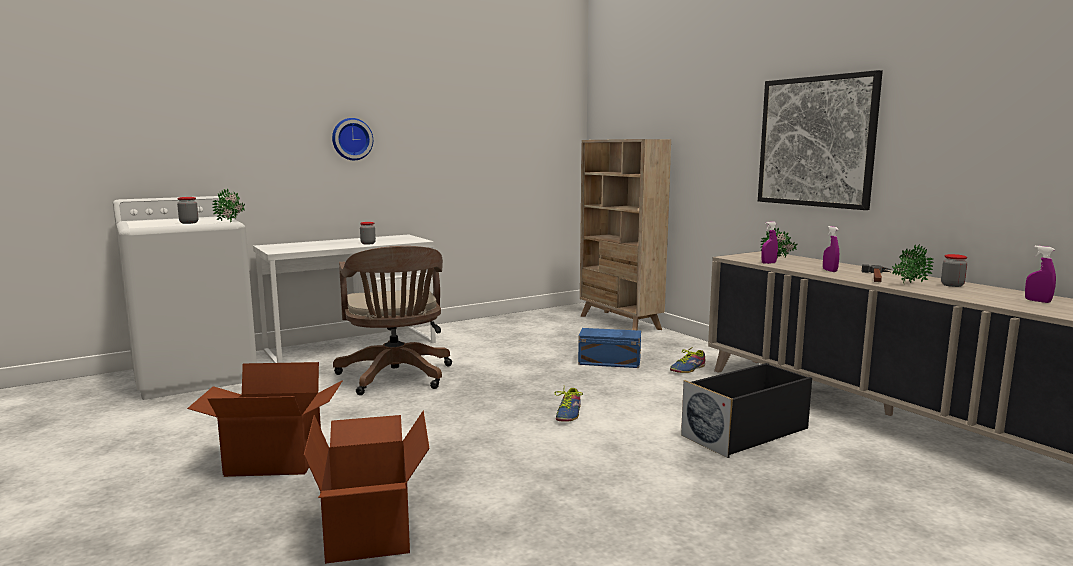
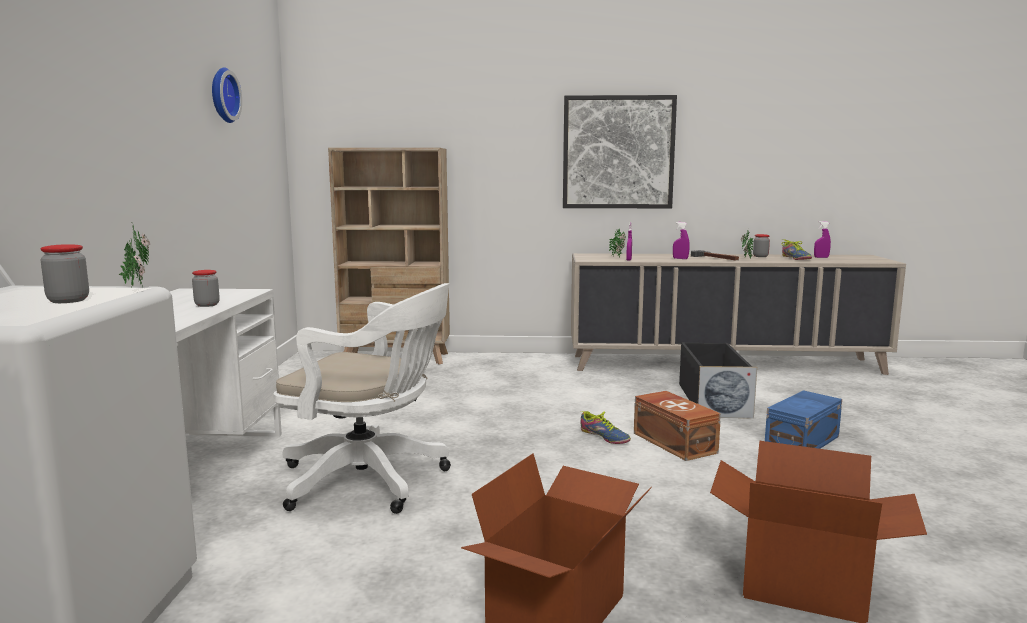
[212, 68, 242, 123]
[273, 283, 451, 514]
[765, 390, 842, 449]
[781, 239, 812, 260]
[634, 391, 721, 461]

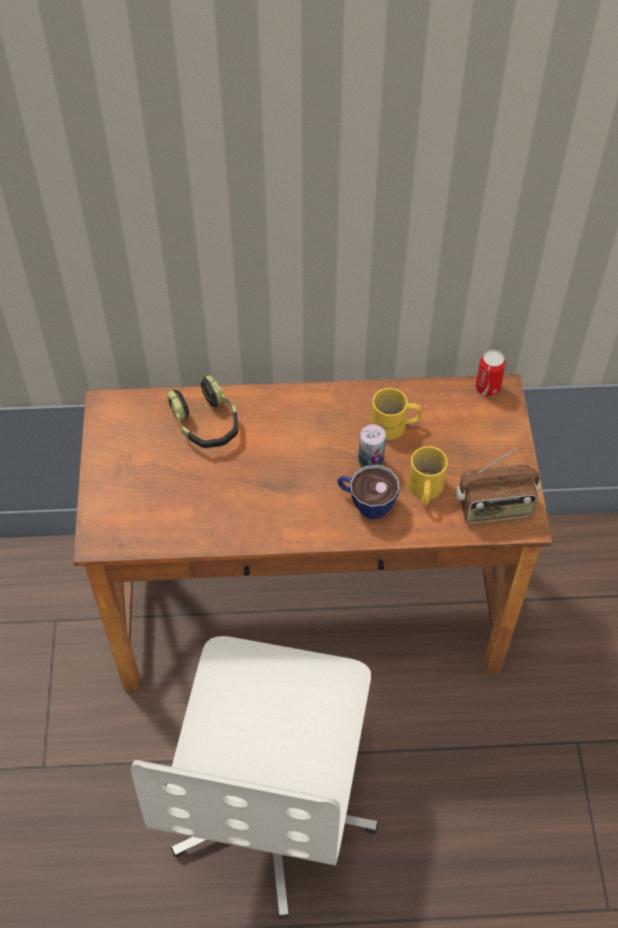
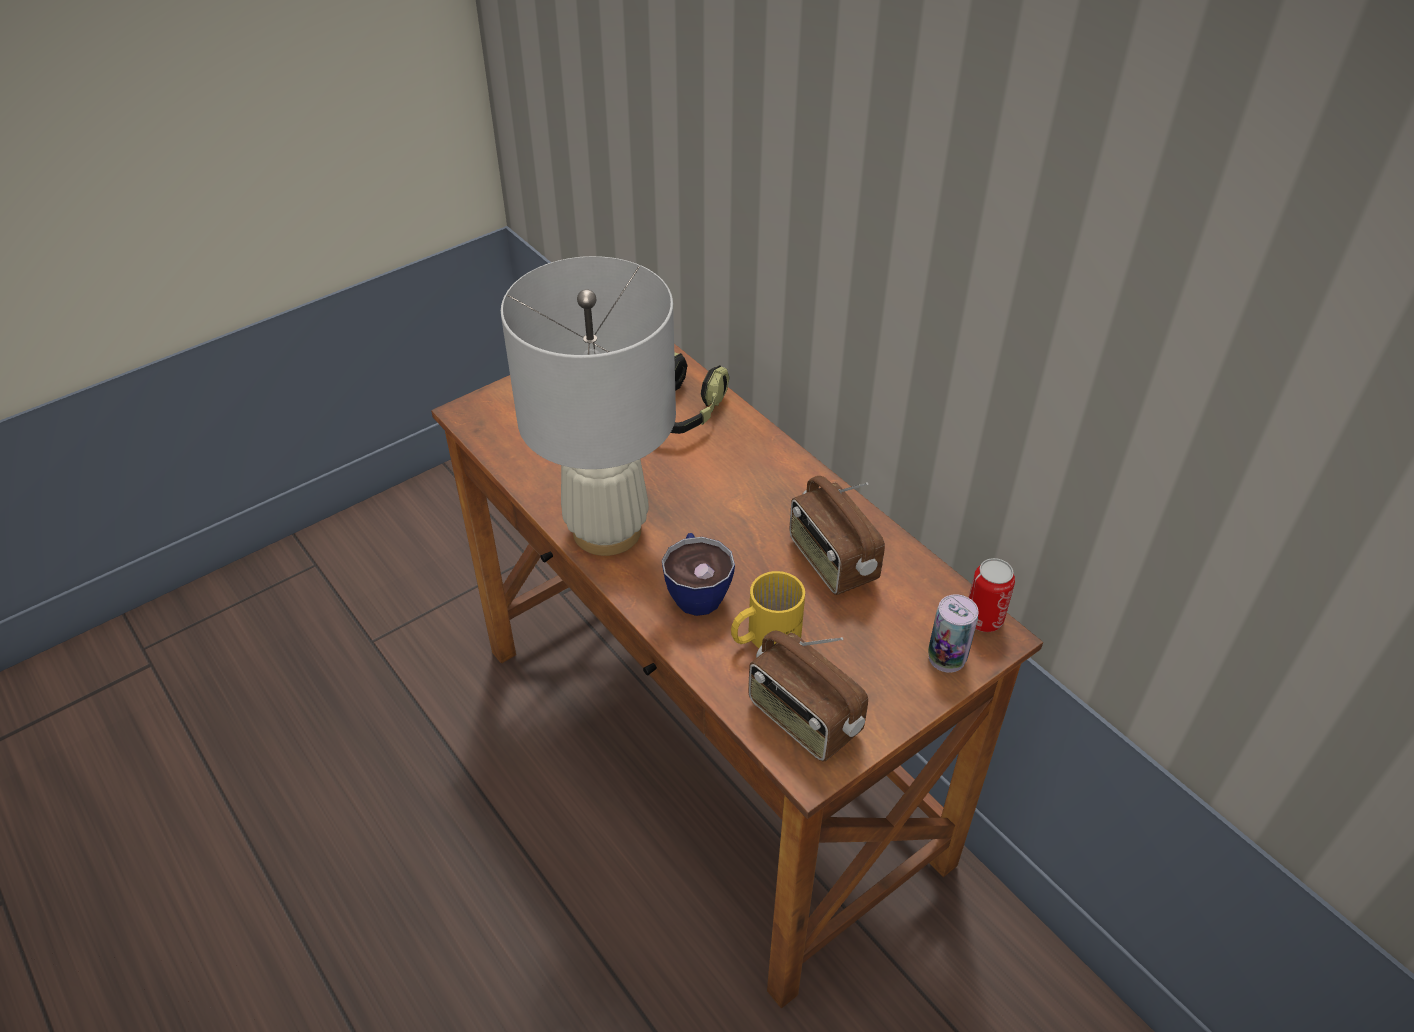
[790, 476, 885, 595]
[928, 594, 979, 673]
[131, 636, 378, 919] (first image)
[501, 256, 676, 556]

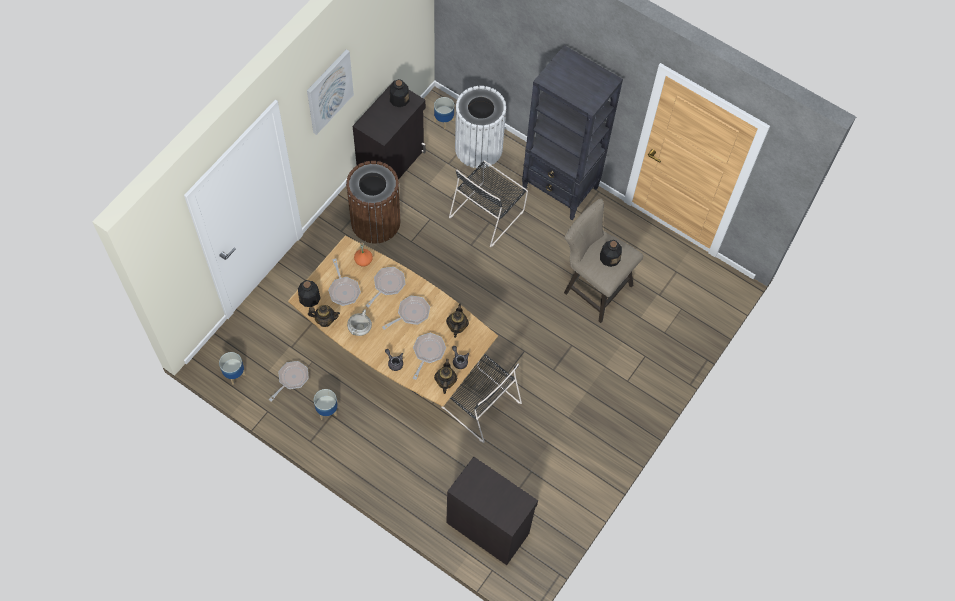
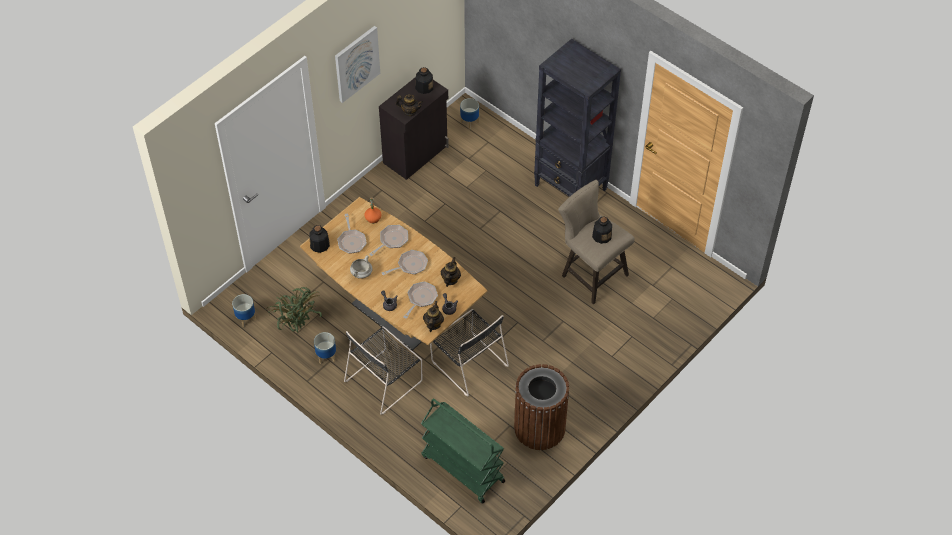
[455, 86, 507, 168] (first image)
[344, 326, 422, 415]
[514, 364, 569, 450]
[396, 94, 423, 116]
[267, 287, 322, 333]
[421, 399, 505, 504]

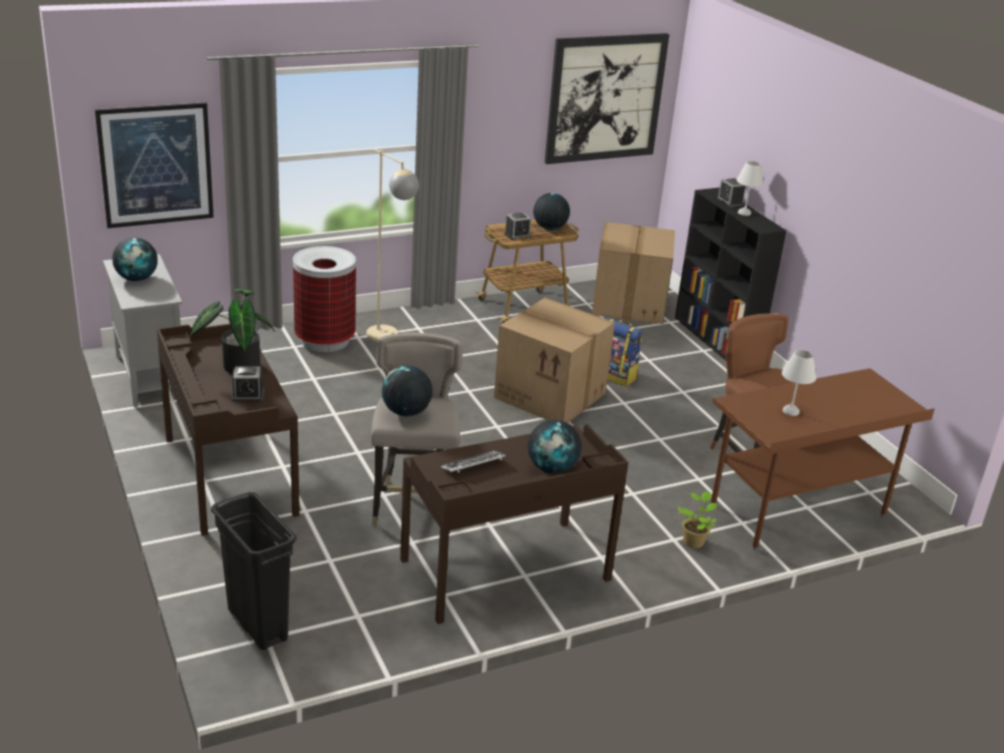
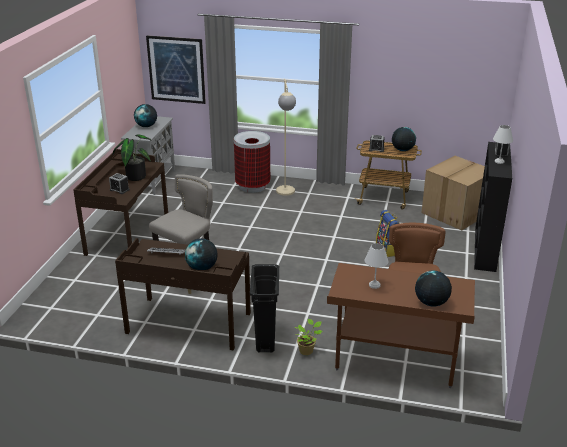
[545, 33, 669, 164] (first image)
[494, 297, 615, 423] (first image)
[415, 271, 452, 307]
[250, 264, 279, 352]

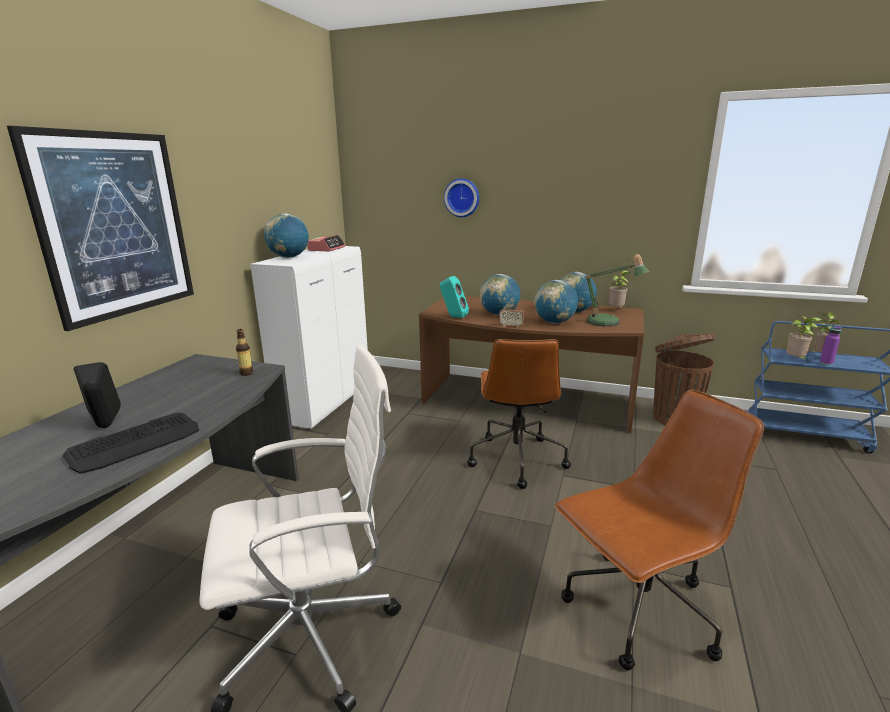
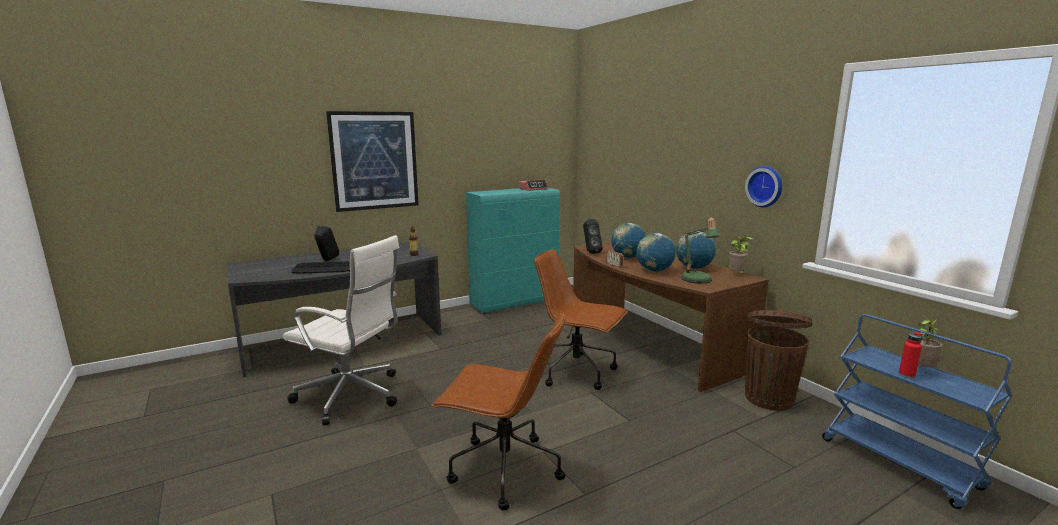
[745, 166, 782, 207]
[264, 213, 309, 258] (first image)
[466, 188, 560, 314]
[583, 219, 603, 254]
[786, 316, 822, 359] (first image)
[899, 331, 923, 378]
[534, 249, 628, 390]

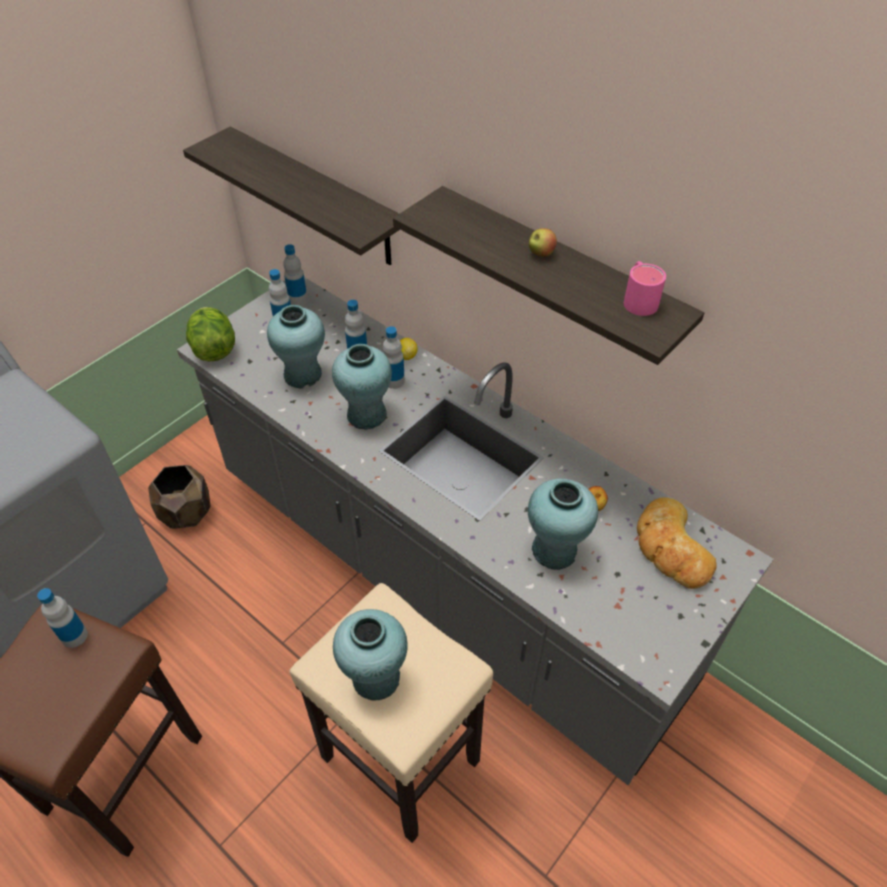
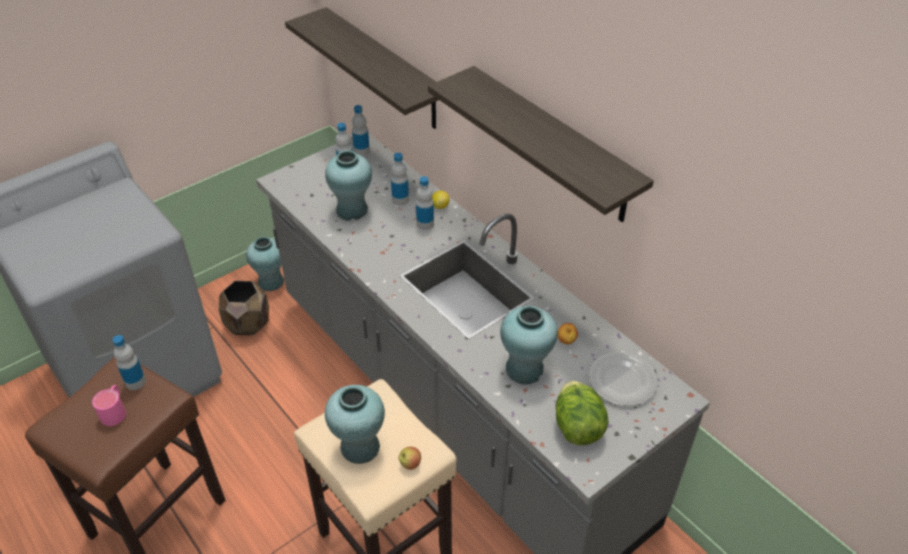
[398, 447, 421, 470]
[92, 385, 126, 426]
[556, 381, 609, 445]
[246, 236, 284, 291]
[589, 352, 658, 406]

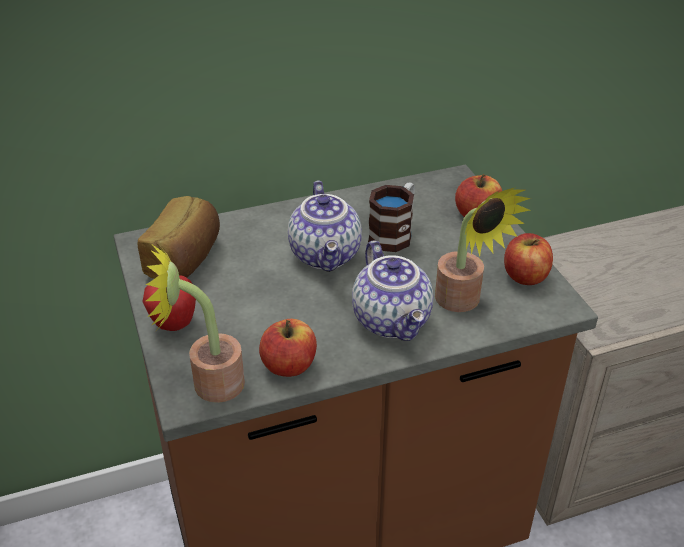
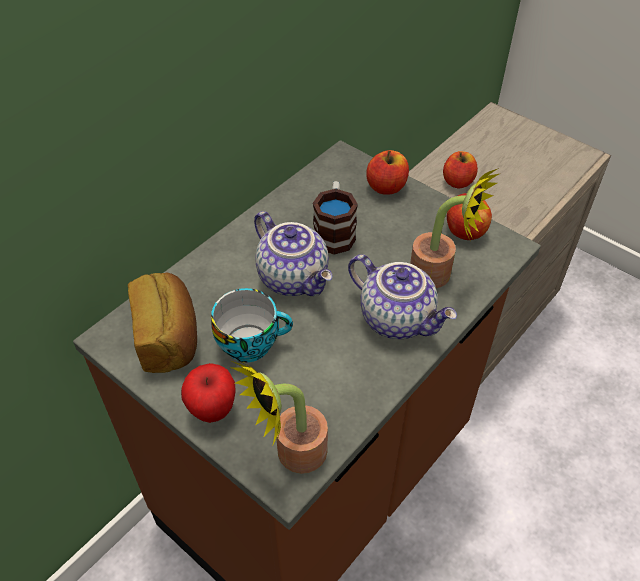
[443, 151, 478, 188]
[211, 288, 293, 363]

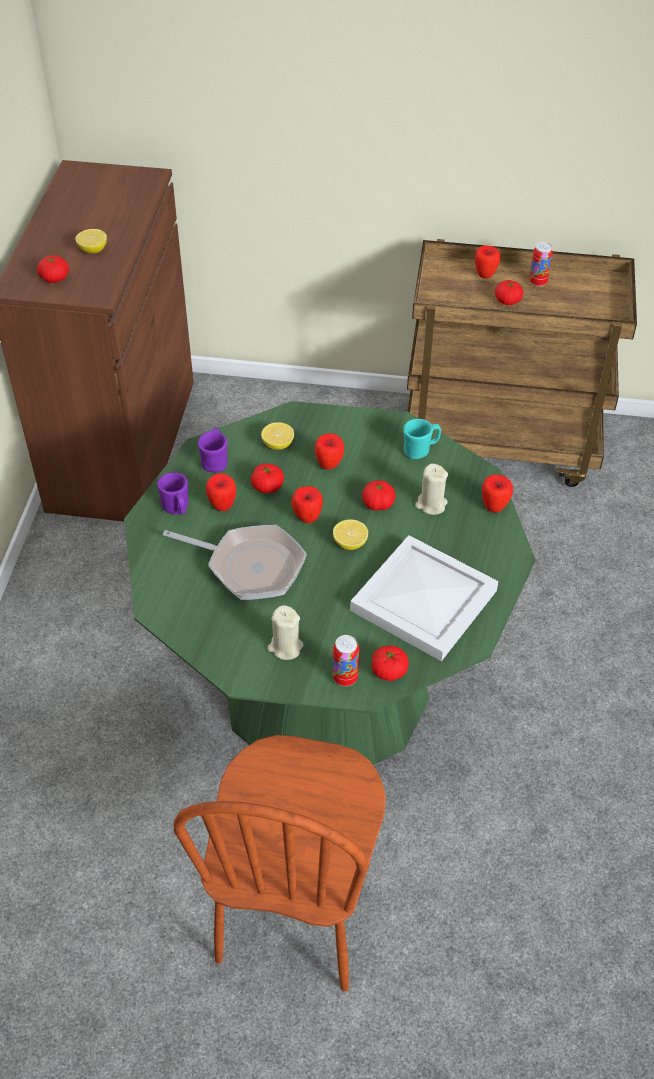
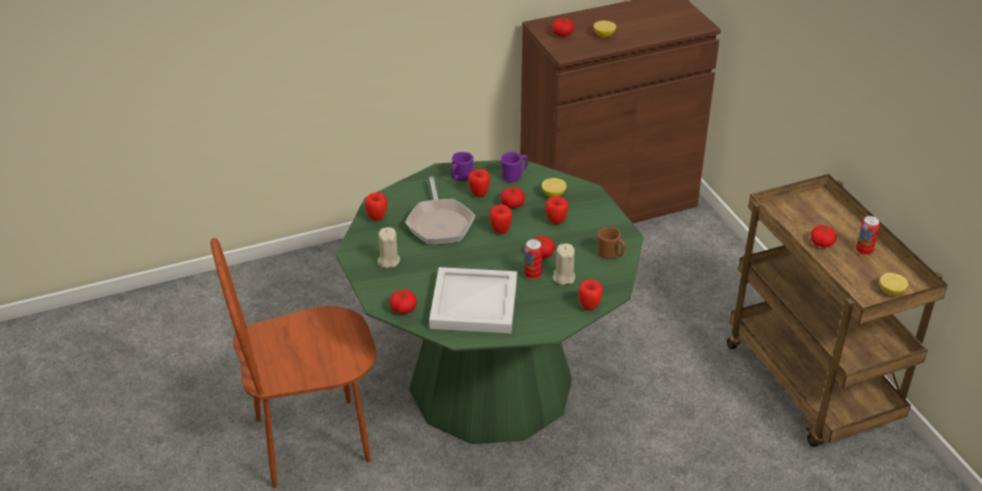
[365, 192, 387, 221]
[597, 227, 626, 259]
[880, 273, 908, 295]
[524, 239, 543, 280]

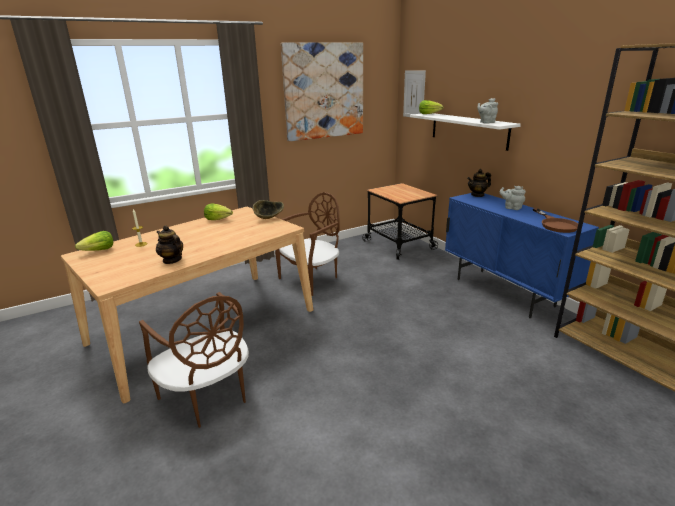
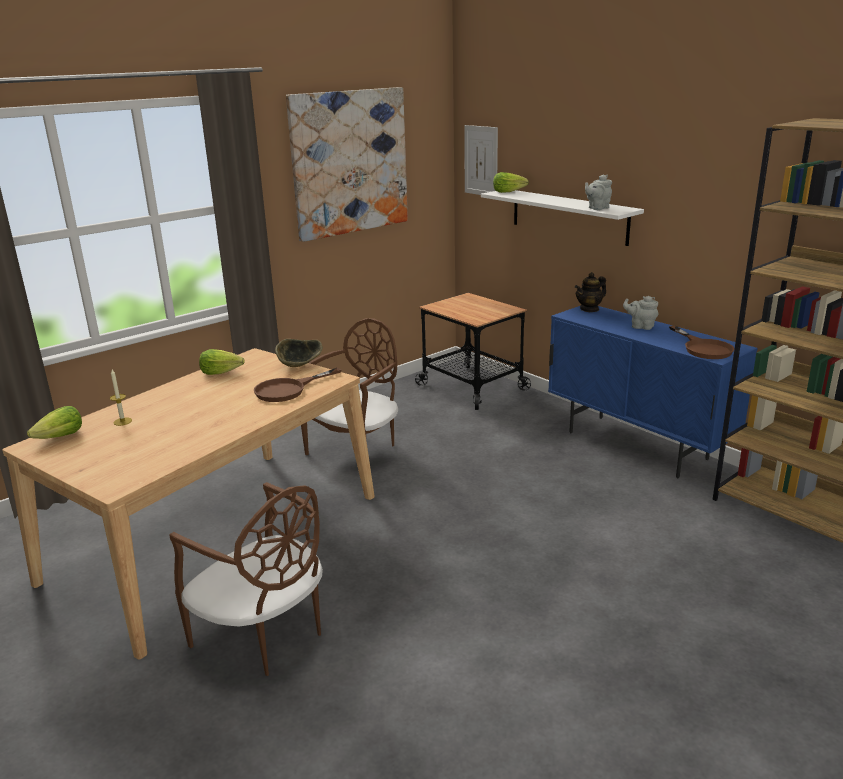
[156, 226, 183, 264] (first image)
[254, 368, 341, 402]

